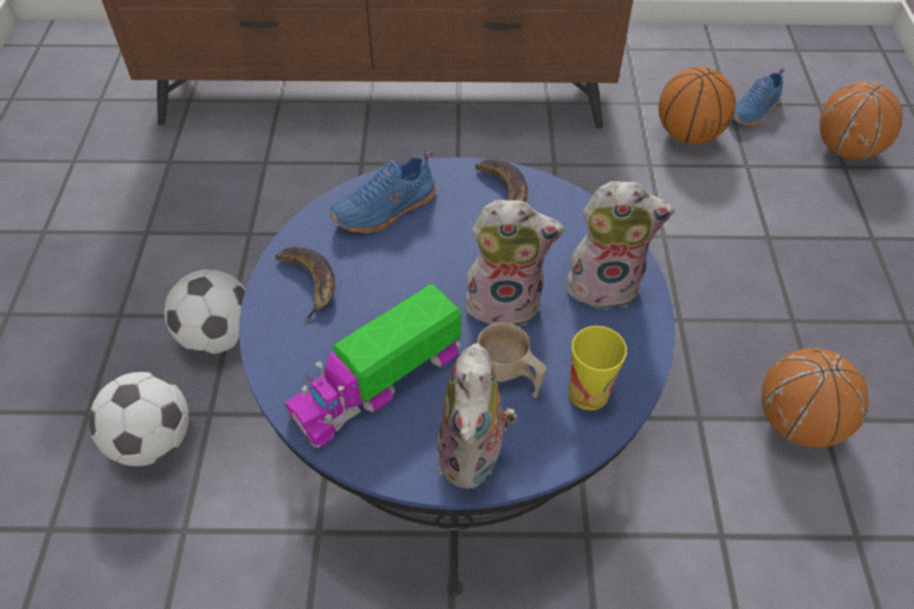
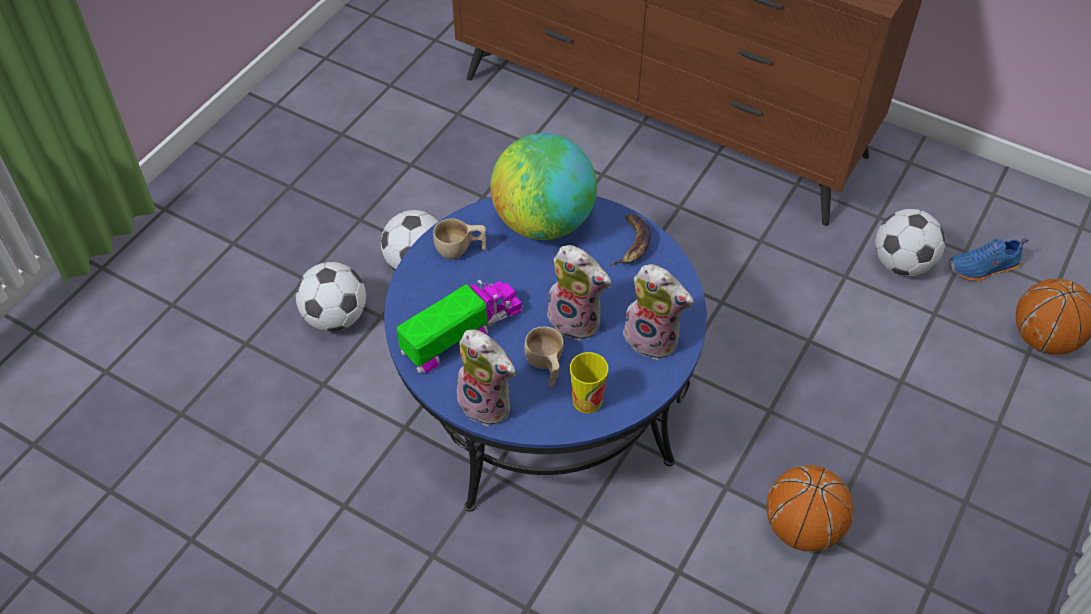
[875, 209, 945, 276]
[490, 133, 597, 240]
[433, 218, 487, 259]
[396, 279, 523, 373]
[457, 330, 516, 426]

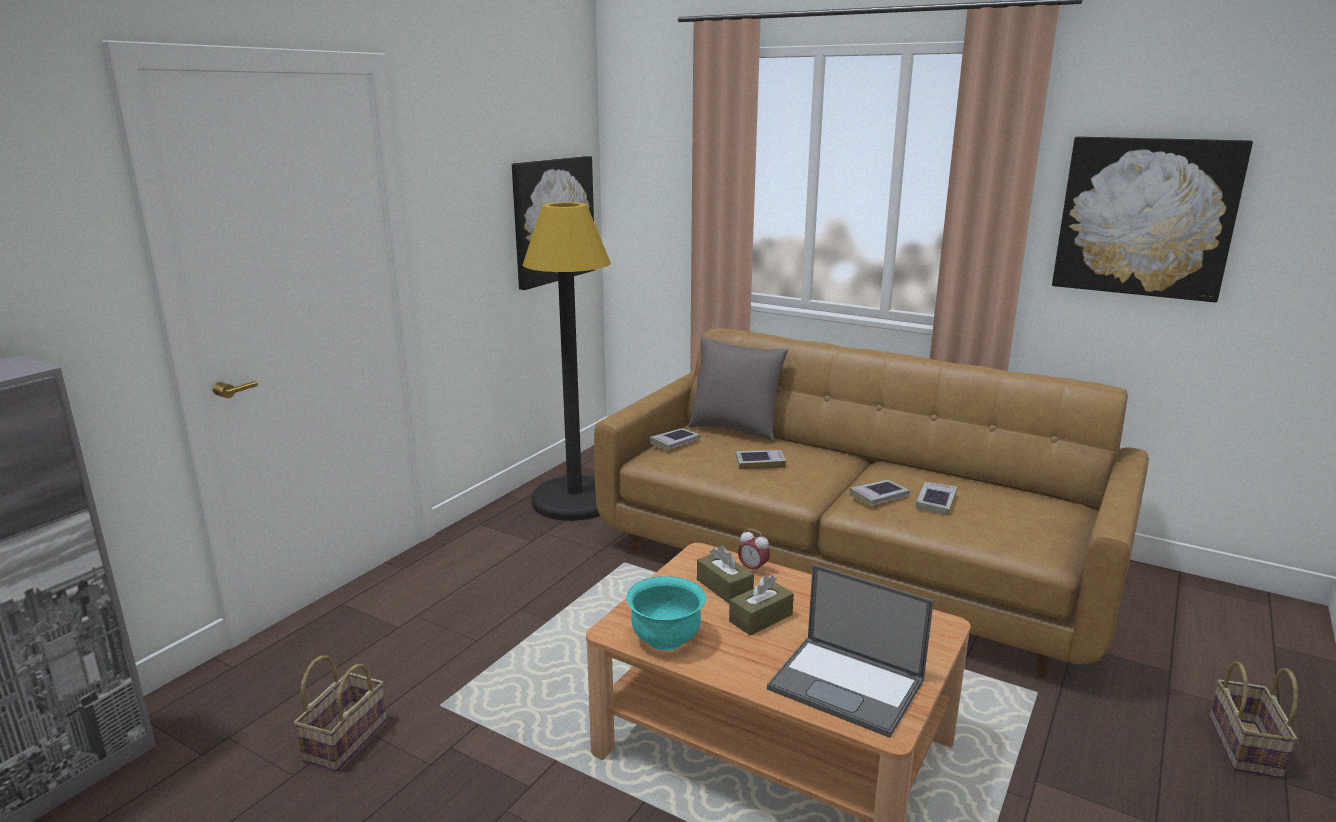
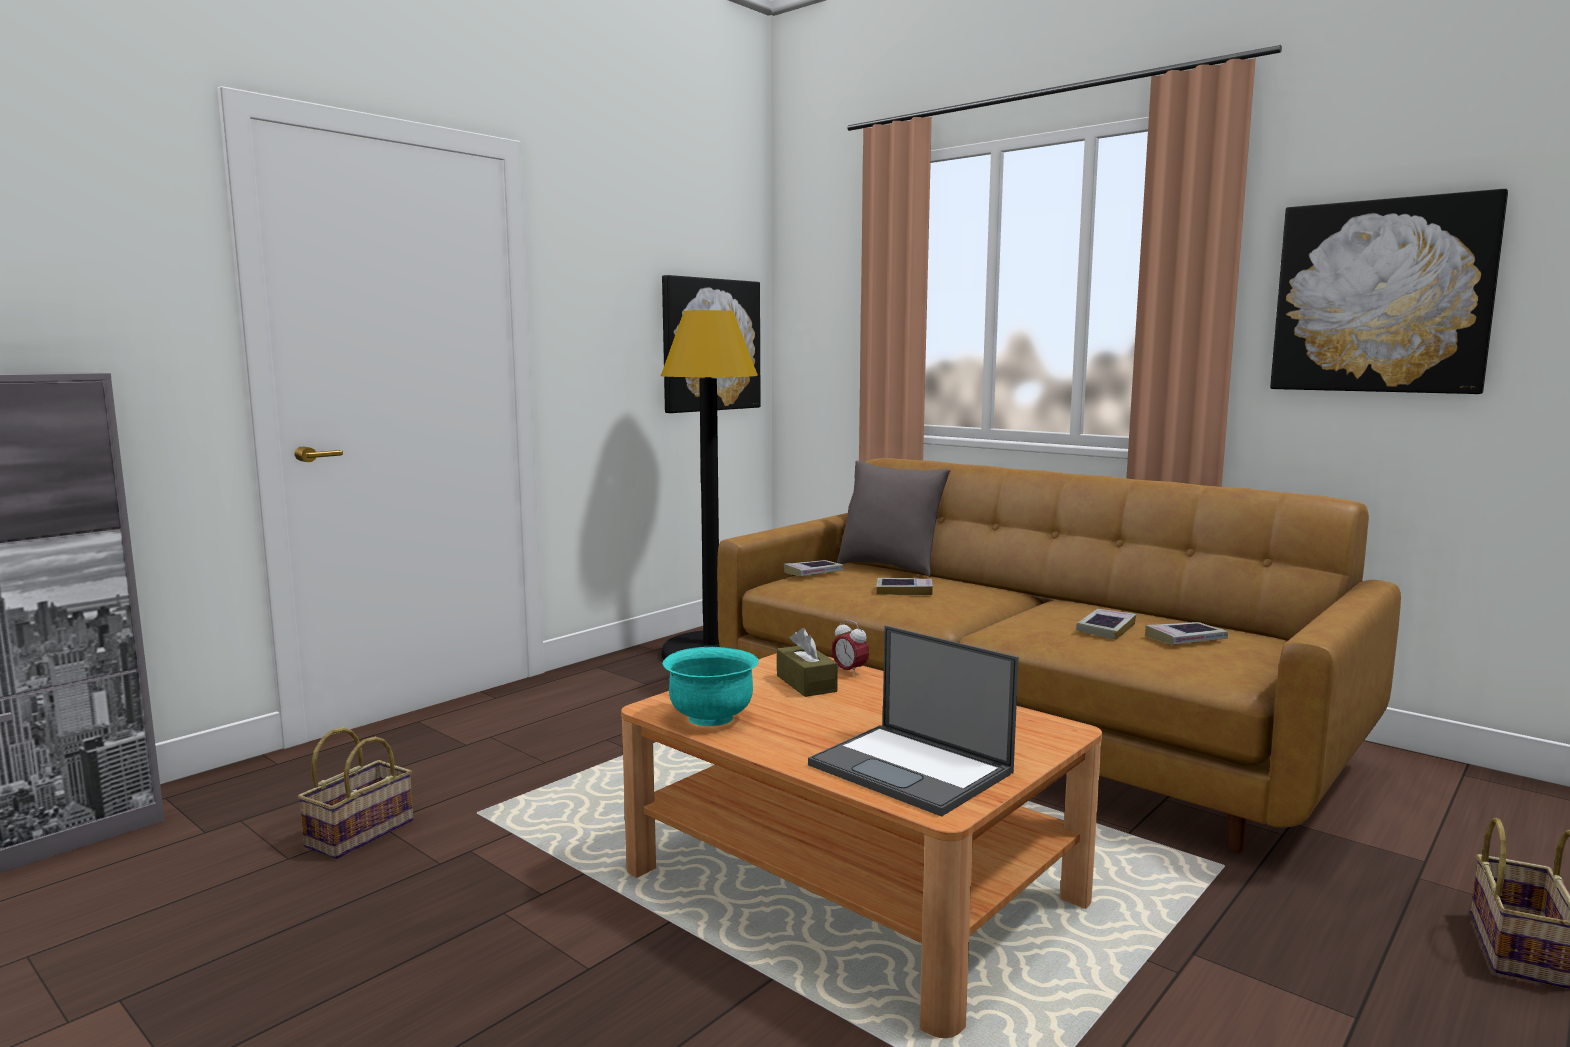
[1145, 622, 1228, 644]
[729, 575, 794, 636] (first image)

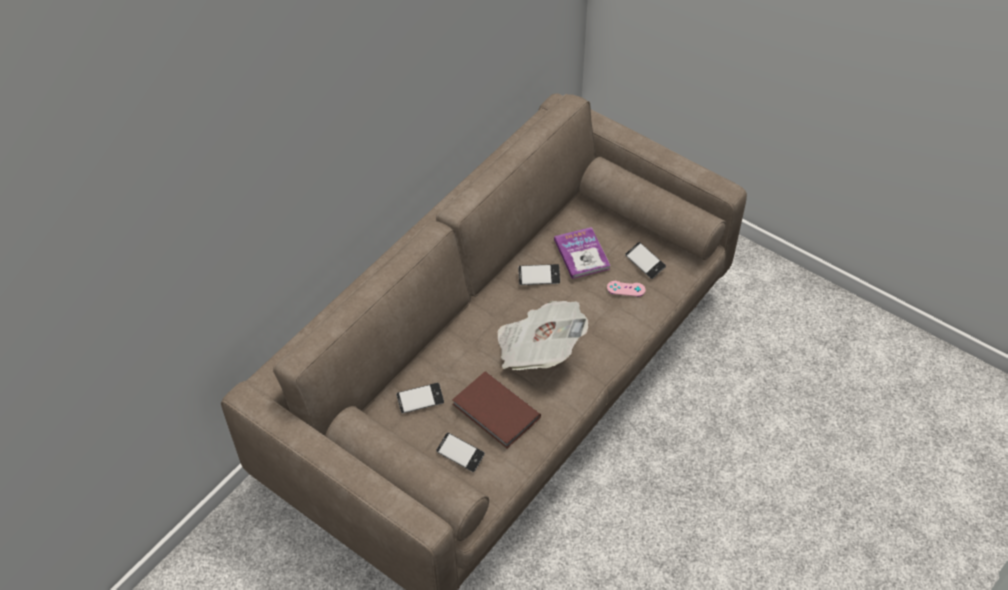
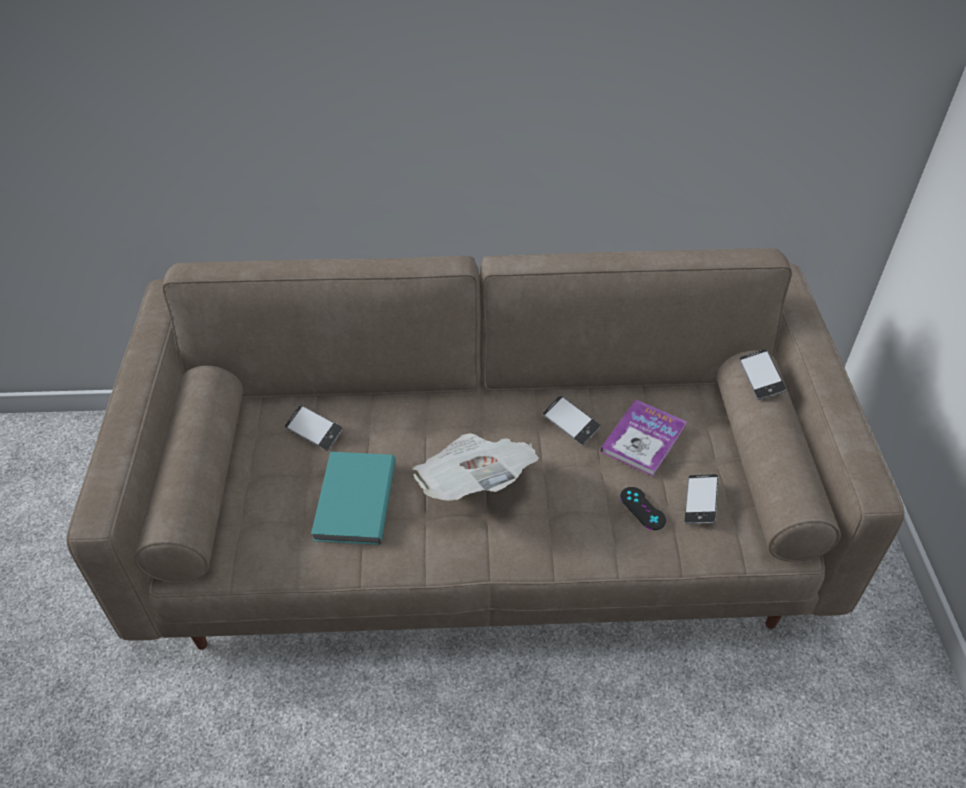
[620, 487, 666, 530]
[311, 452, 396, 545]
[739, 349, 787, 400]

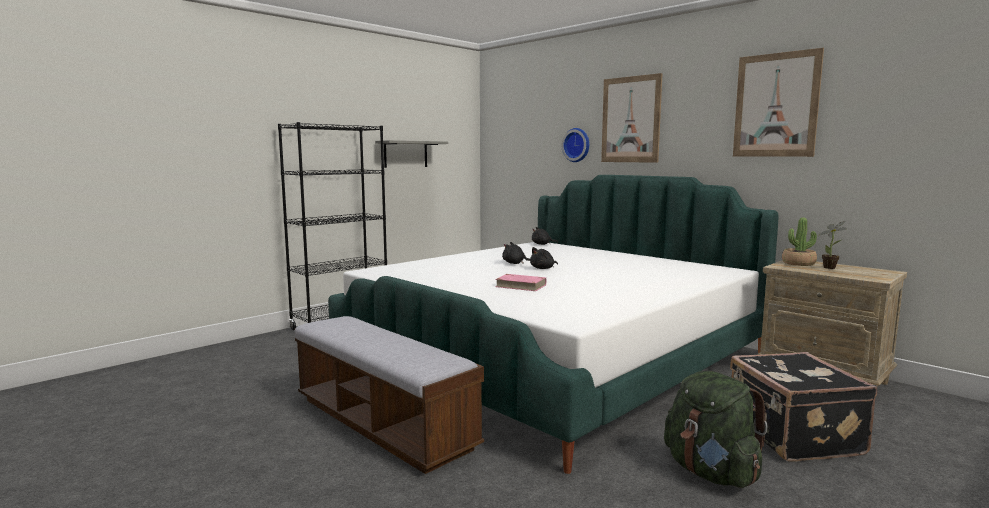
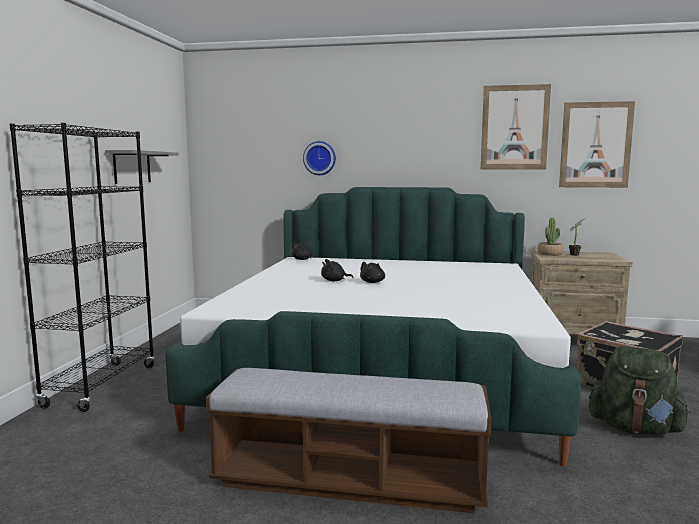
[559, 101, 635, 188]
[495, 274, 546, 291] (first image)

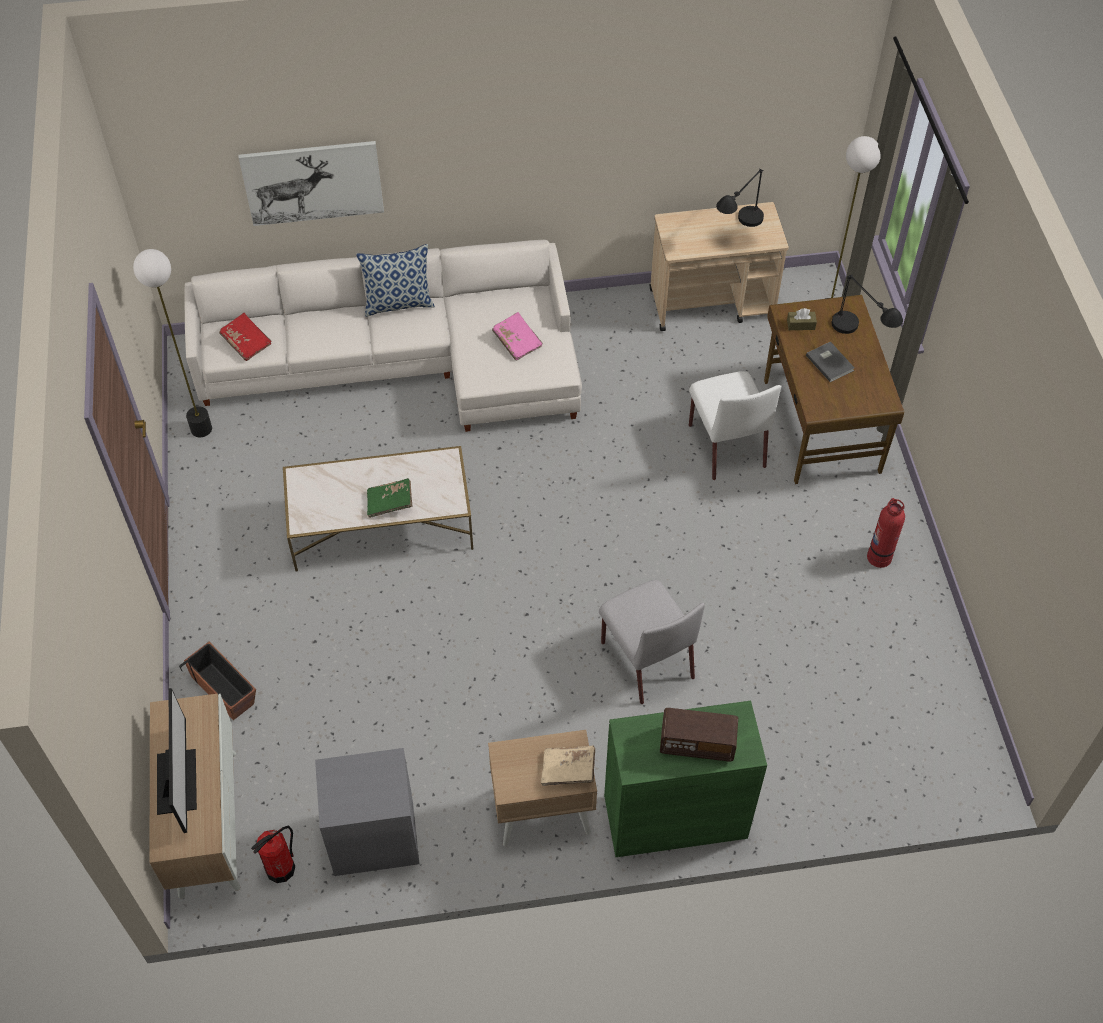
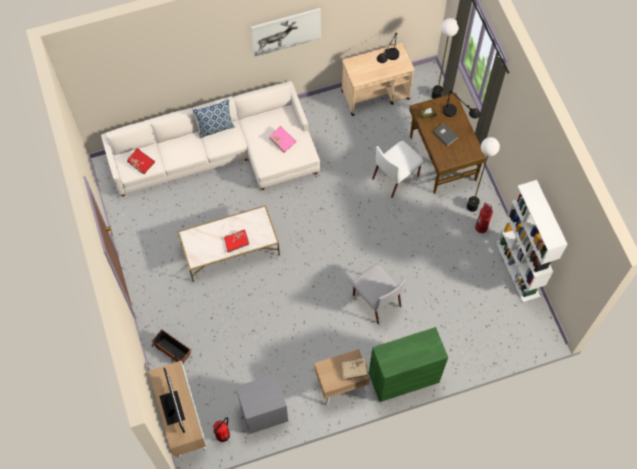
[251, 8, 321, 57]
[467, 137, 500, 212]
[372, 141, 424, 198]
[224, 229, 249, 253]
[660, 708, 738, 761] (first image)
[496, 180, 567, 302]

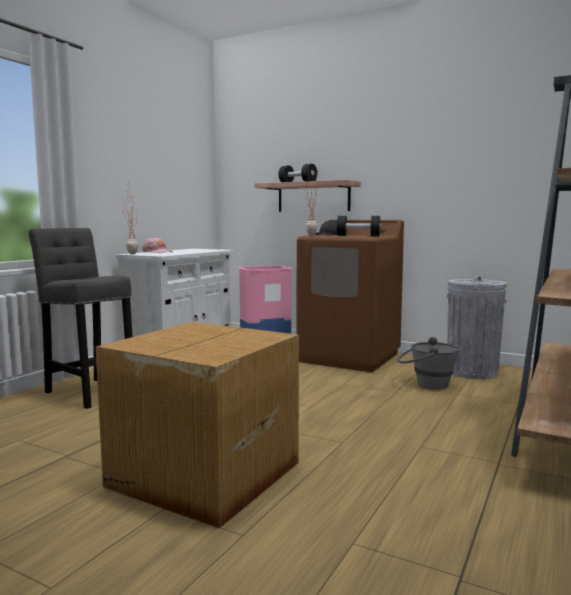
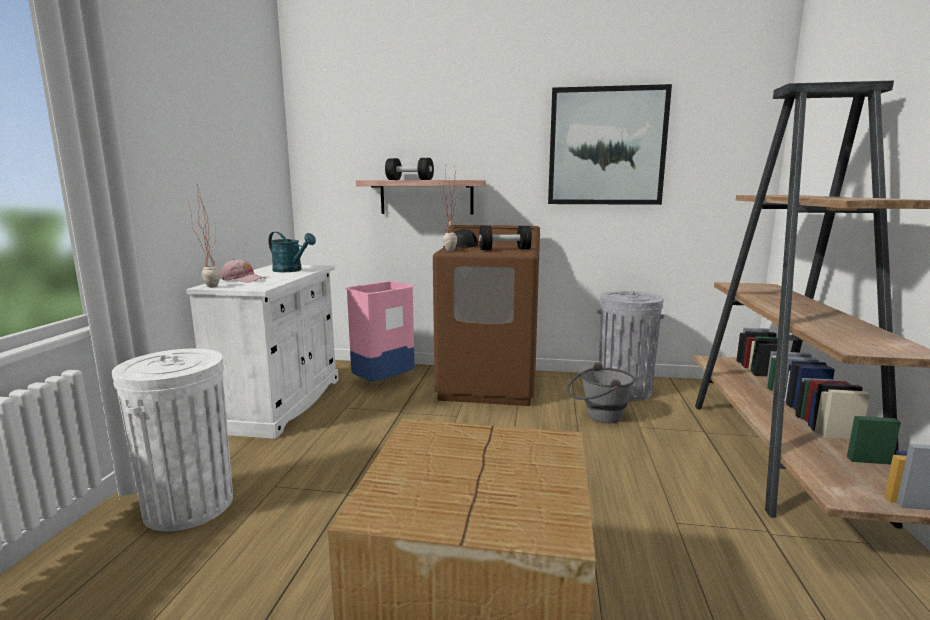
[112, 348, 233, 532]
[548, 84, 672, 205]
[268, 232, 316, 272]

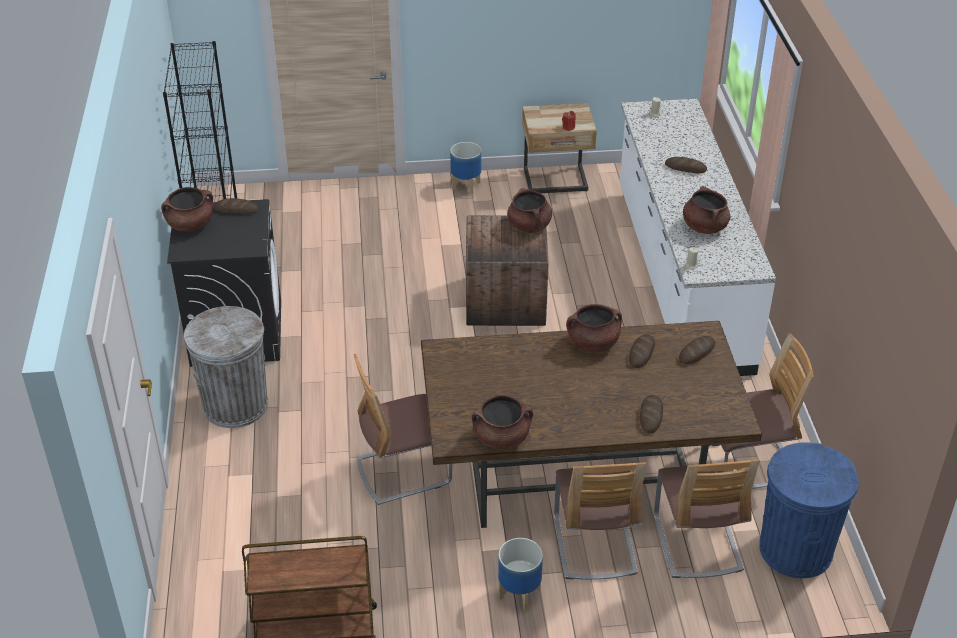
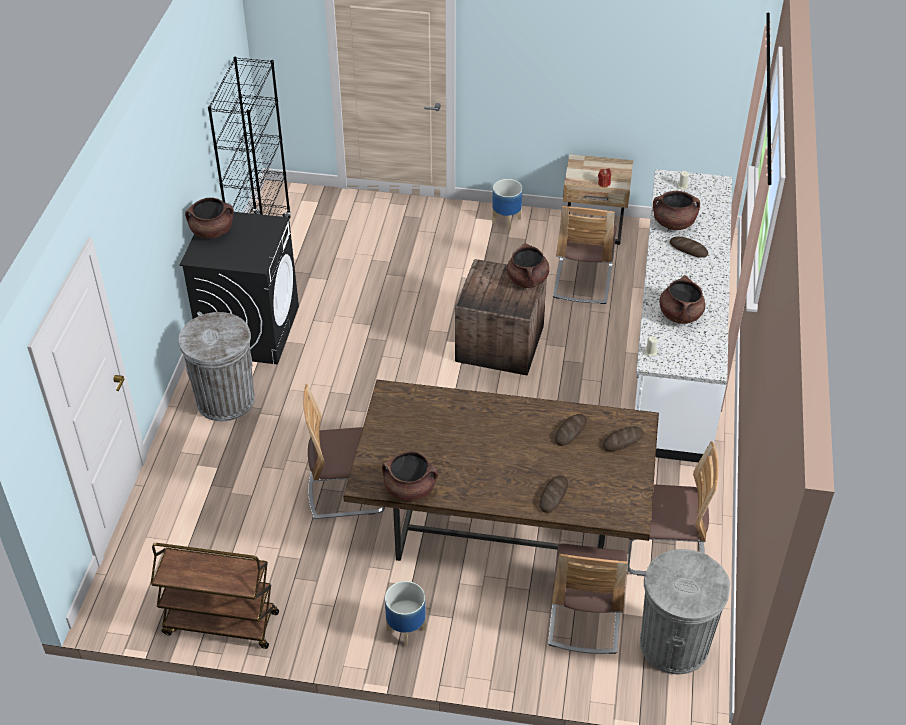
[214, 198, 258, 214] (first image)
[653, 191, 700, 230]
[640, 549, 730, 675]
[553, 206, 617, 304]

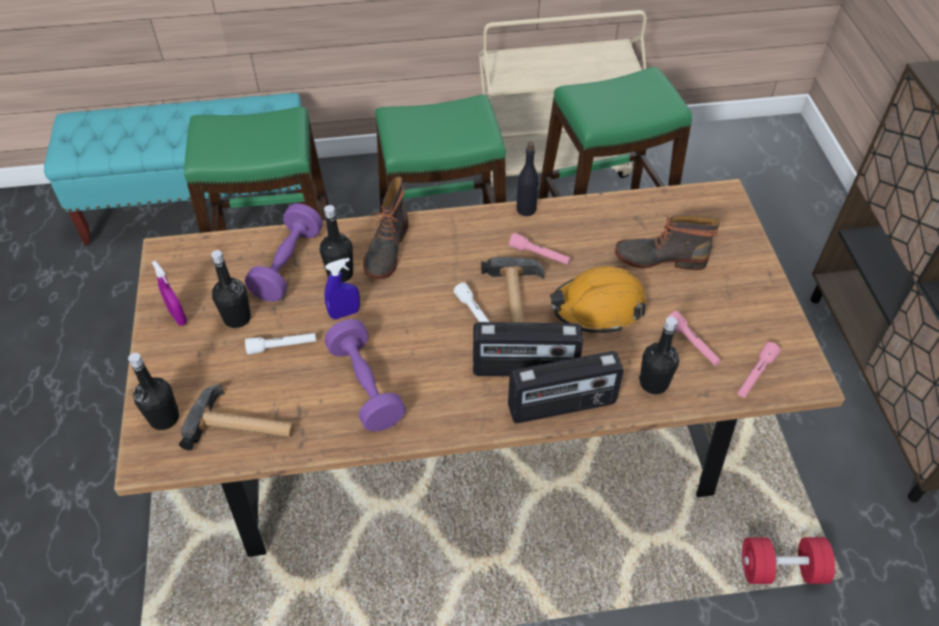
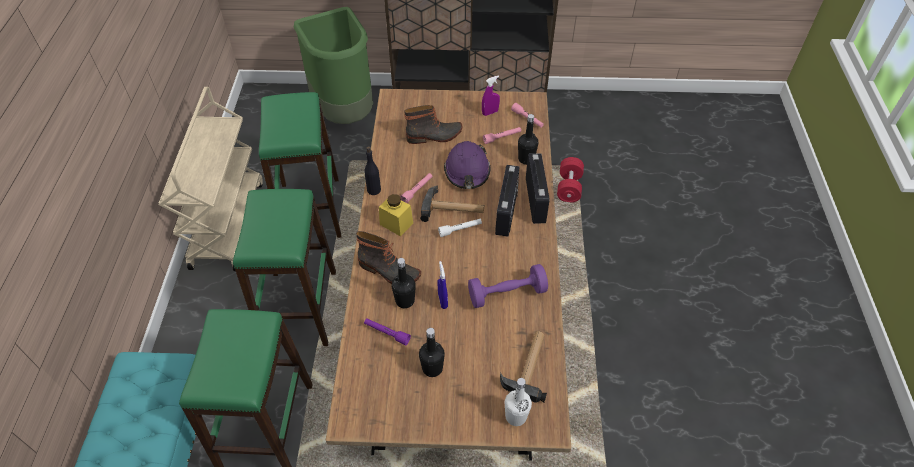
[364, 318, 411, 346]
[404, 105, 463, 144]
[482, 75, 500, 116]
[444, 141, 490, 189]
[245, 333, 316, 355] (first image)
[505, 378, 532, 426]
[294, 7, 373, 124]
[379, 194, 413, 237]

